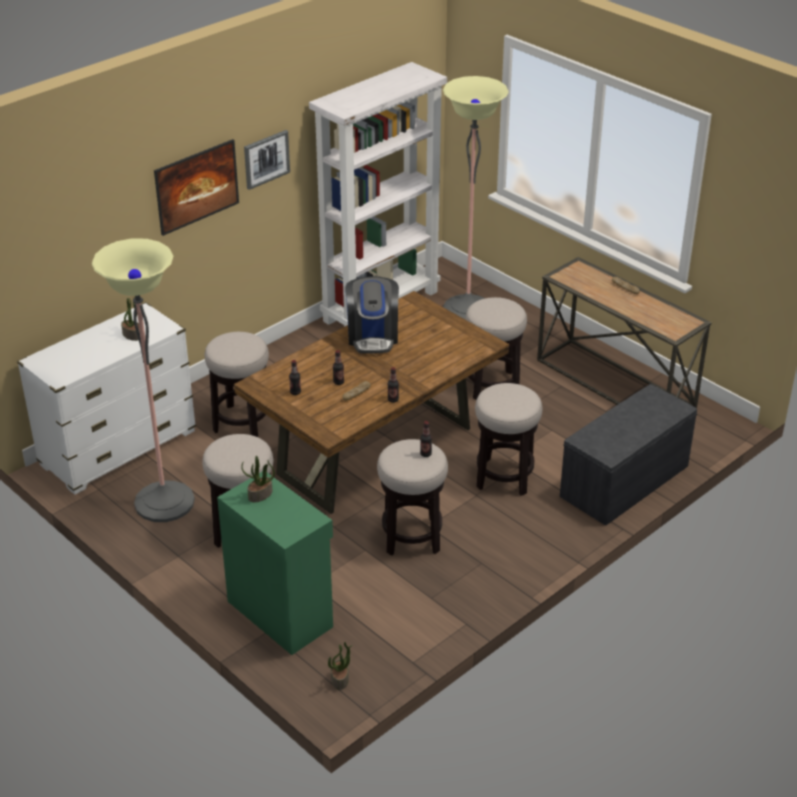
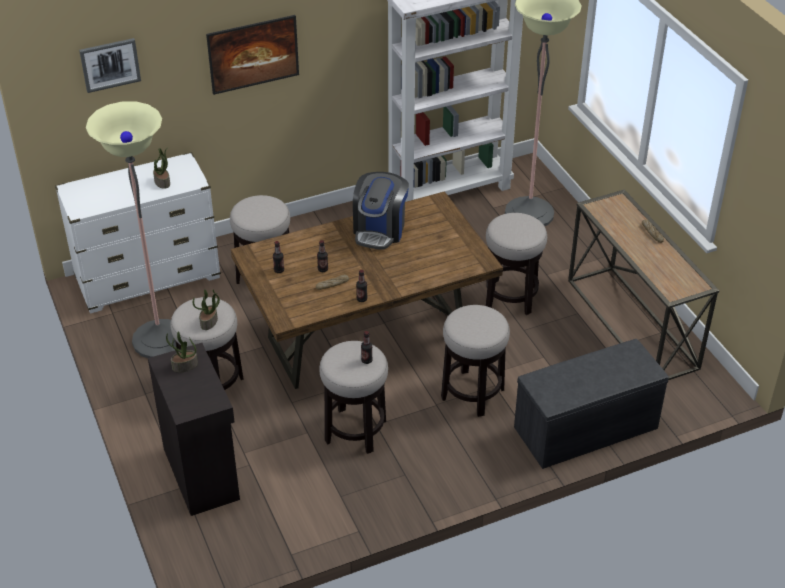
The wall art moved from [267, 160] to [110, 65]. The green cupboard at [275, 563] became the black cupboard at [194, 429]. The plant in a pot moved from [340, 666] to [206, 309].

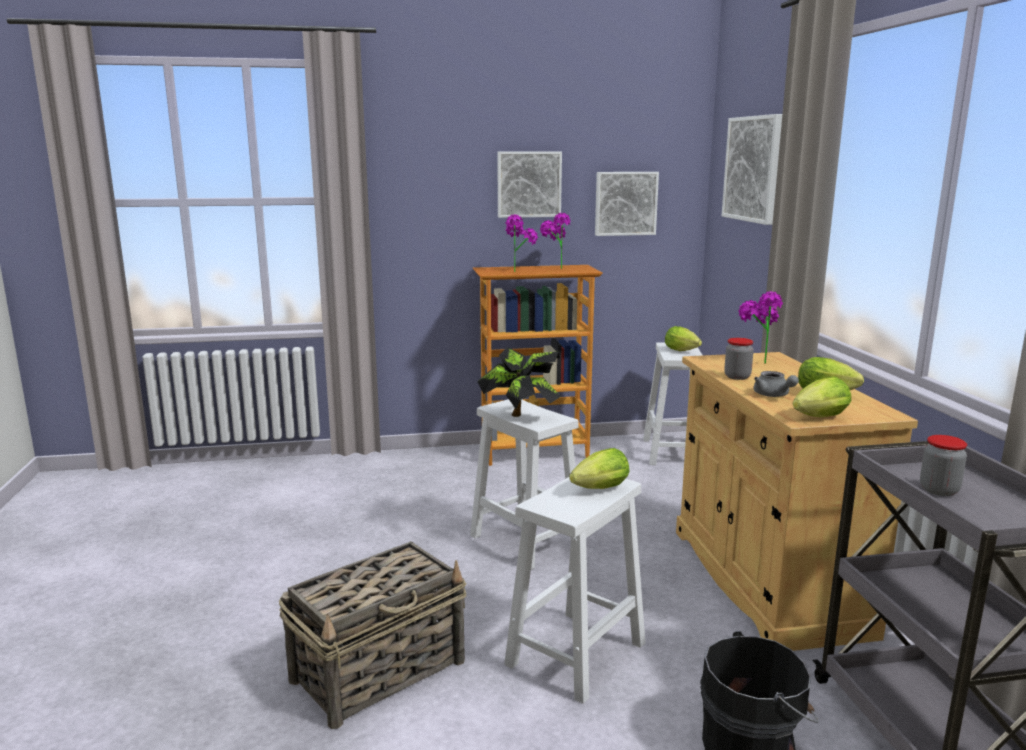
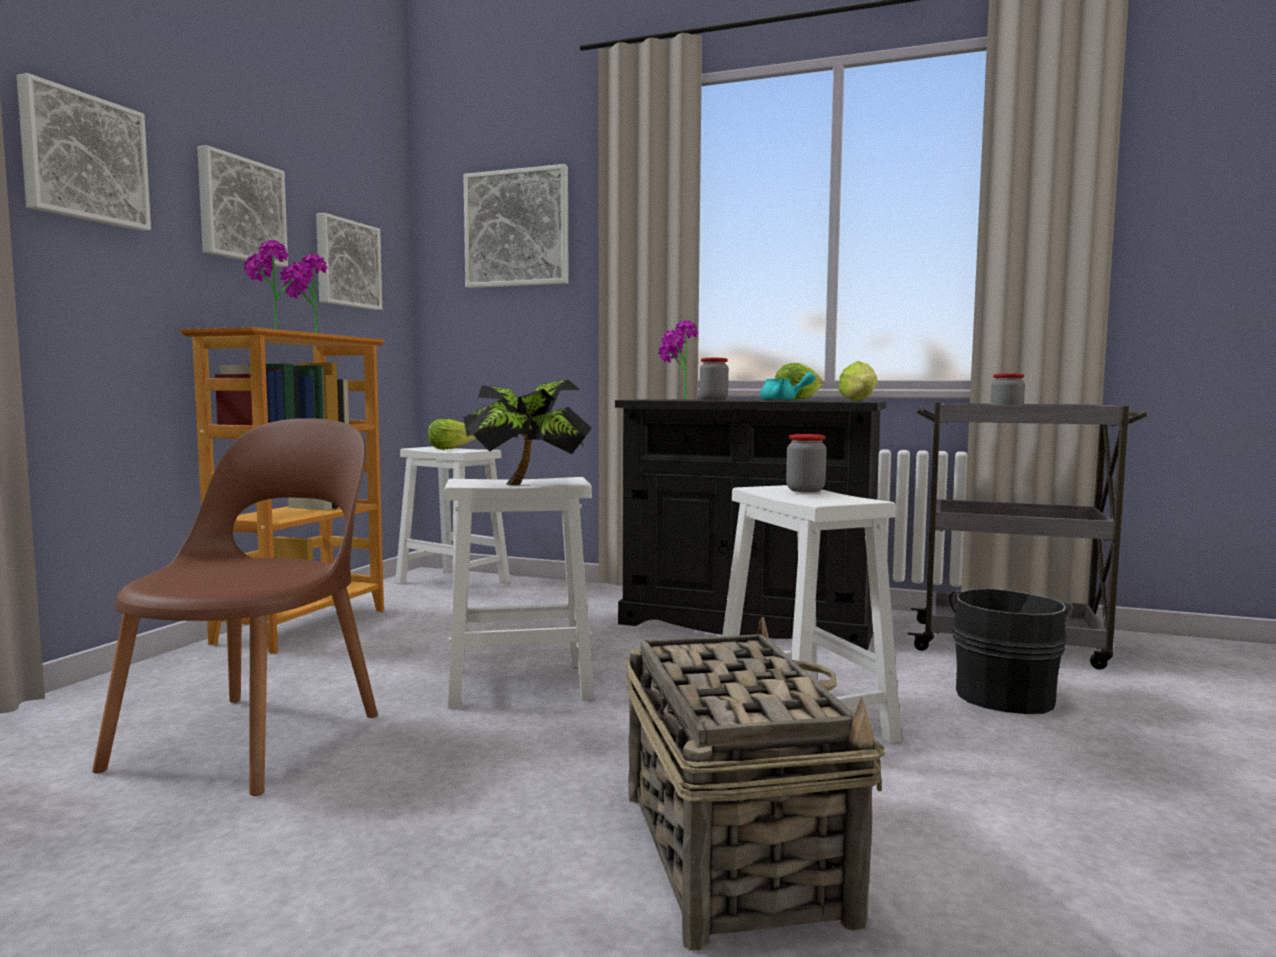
The wall art at [84, 152] appeared. The brownish chair at [235, 607] appeared. The beige cupboard at [797, 501] became the black cupboard at [750, 524]. The grey tea pot at [776, 384] became the blue-green tea pot at [787, 386]. The lettuce at [599, 468] was replaced by the jar at [806, 463].

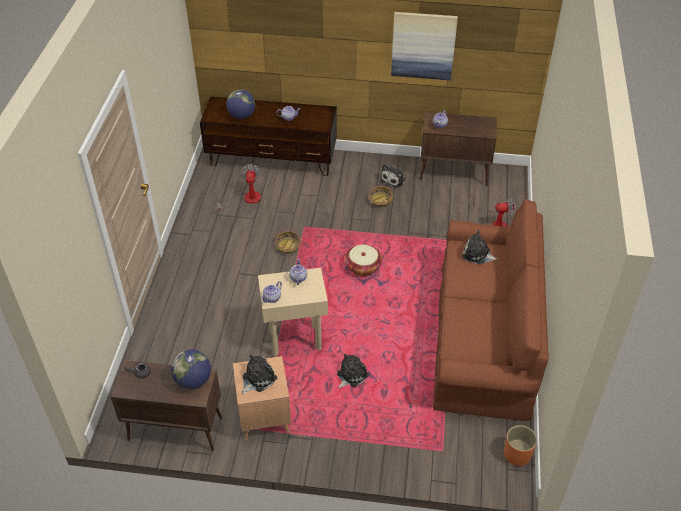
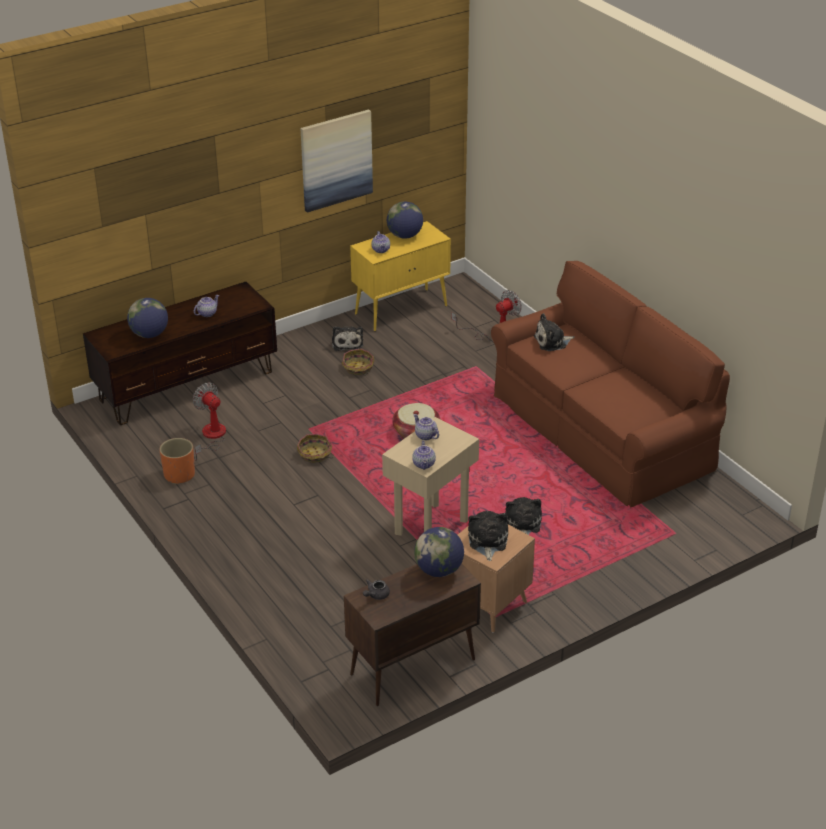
The orangey flower pot moved from [520, 445] to [177, 461]. The brownish cupboard at [458, 149] became the yellow cupboard at [400, 276]. The world globe at [405, 220] appeared.

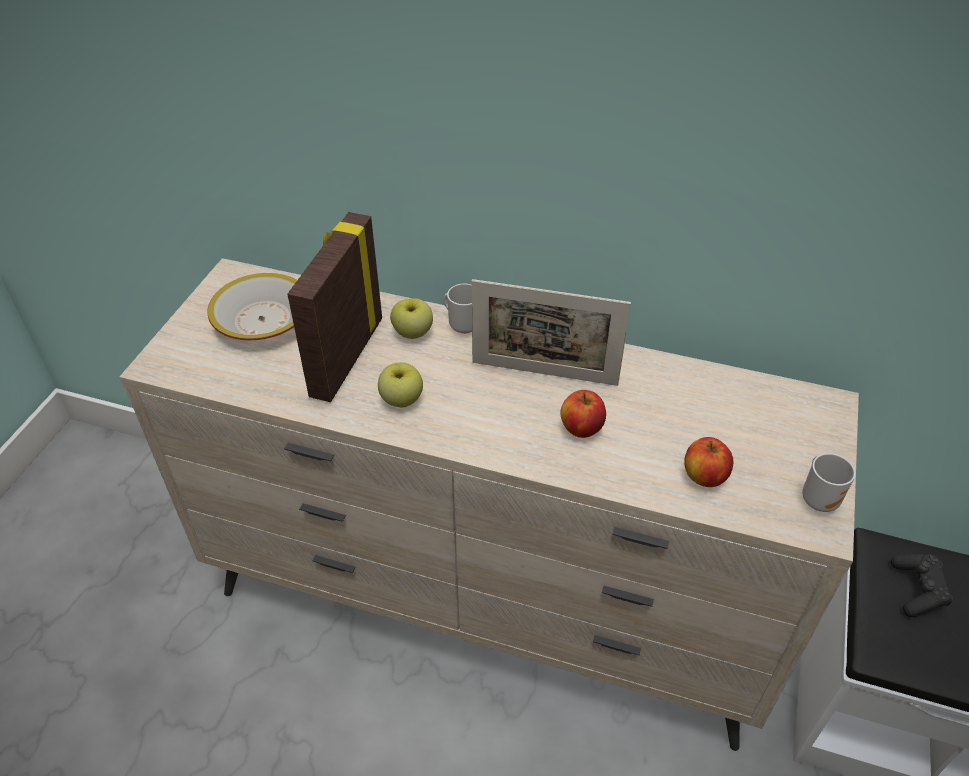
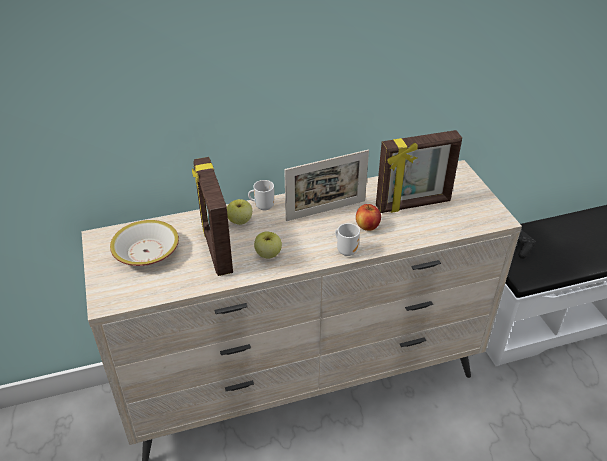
The coffee mug moved from [828, 482] to [347, 239]. The picture frame at [419, 171] appeared. The whole apple at [708, 462] disappeared.

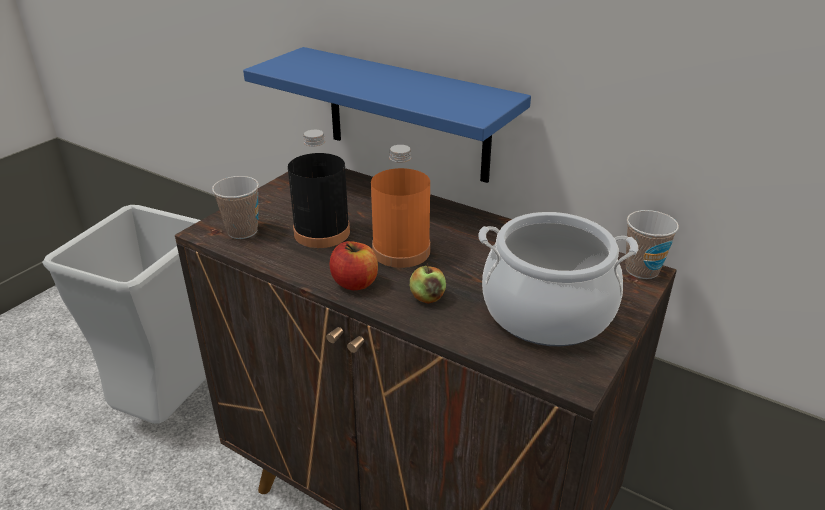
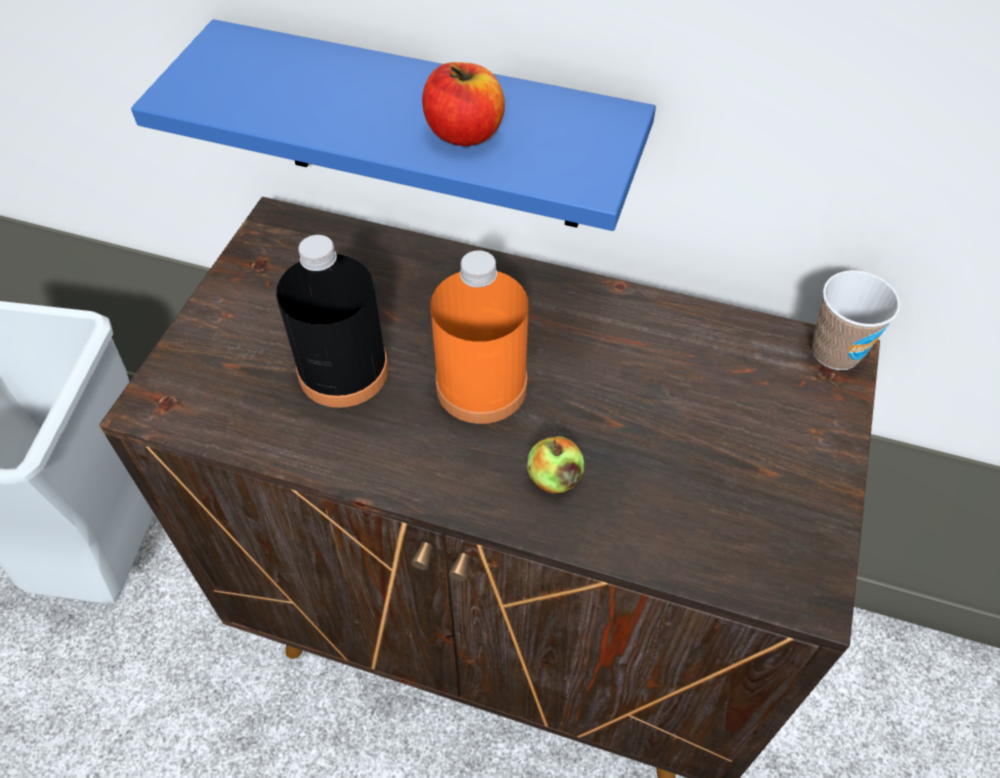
The whole apple moved from [354, 265] to [463, 104]. The drinking cup at [235, 207] disappeared. The stockpot at [558, 279] disappeared.

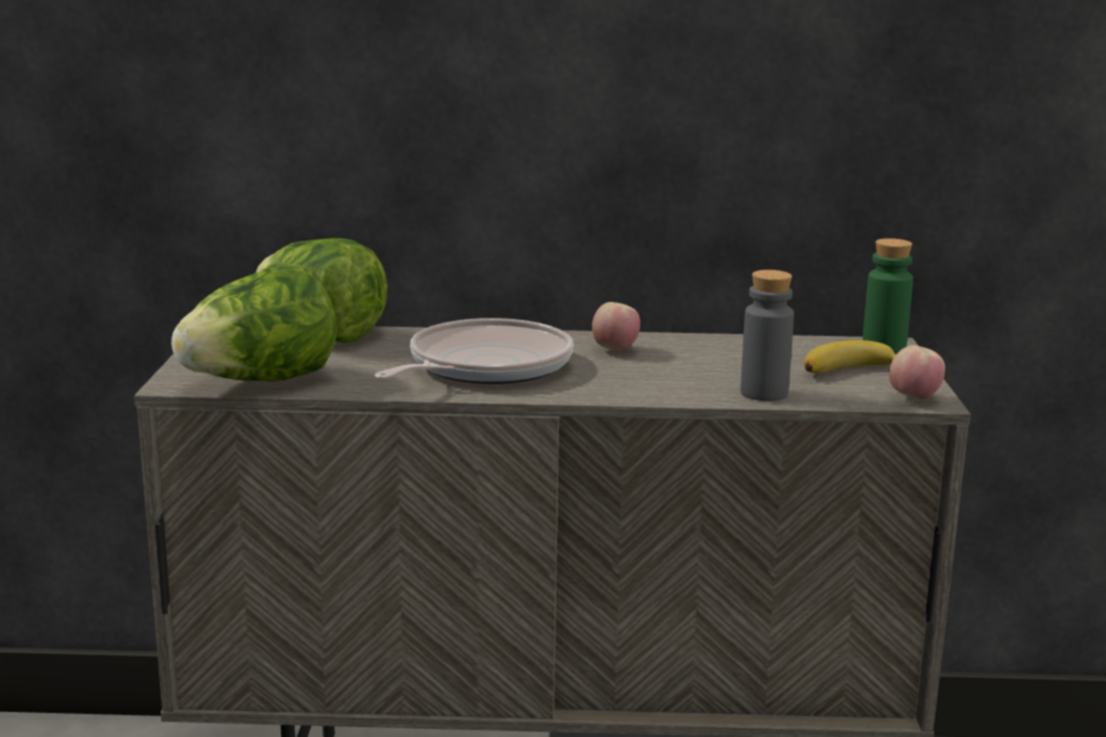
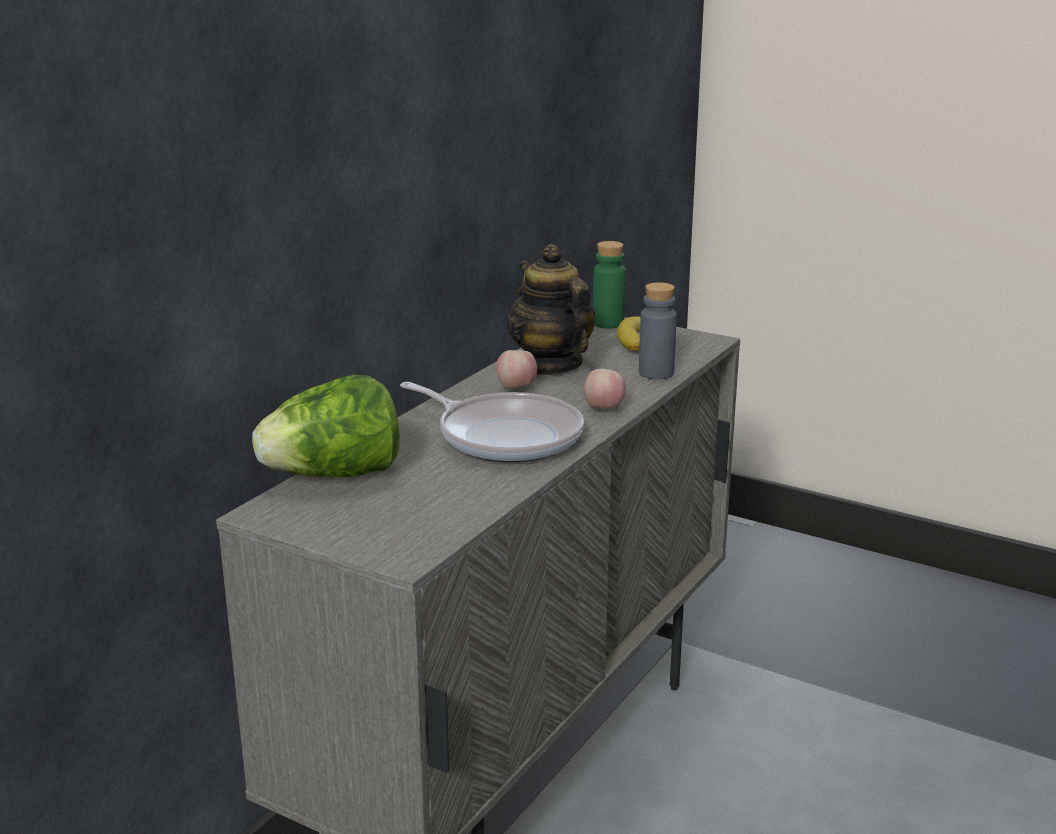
The skillet at [474, 351] turned 150 degrees clockwise. The tea pot at [551, 309] appeared. The whole apple moved from [917, 372] to [605, 389]. The lettuce at [254, 324] disappeared.

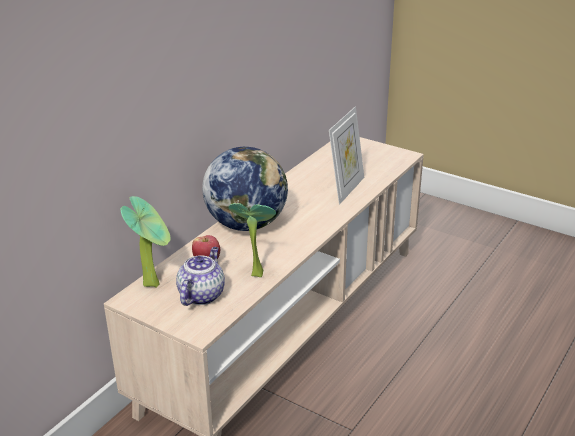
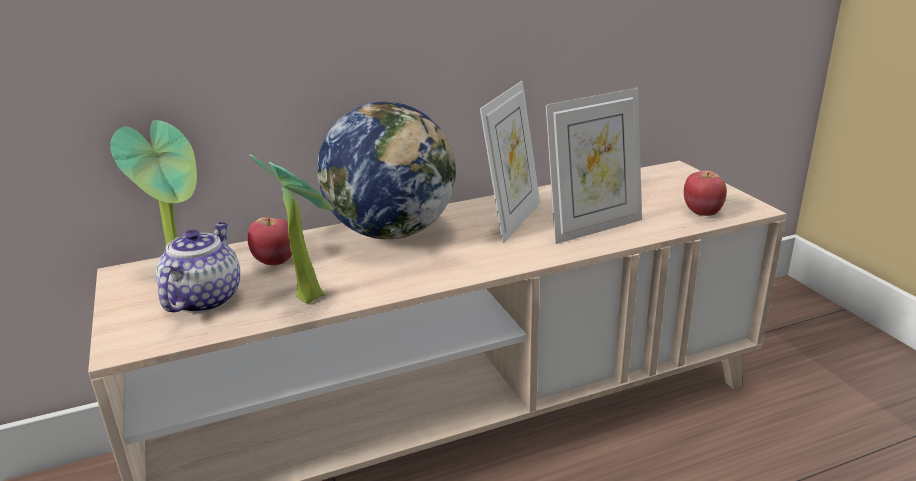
The tea pot at [200, 276] turned 45 degrees counterclockwise. The picture frame at [510, 162] appeared. The whole apple at [705, 193] appeared.

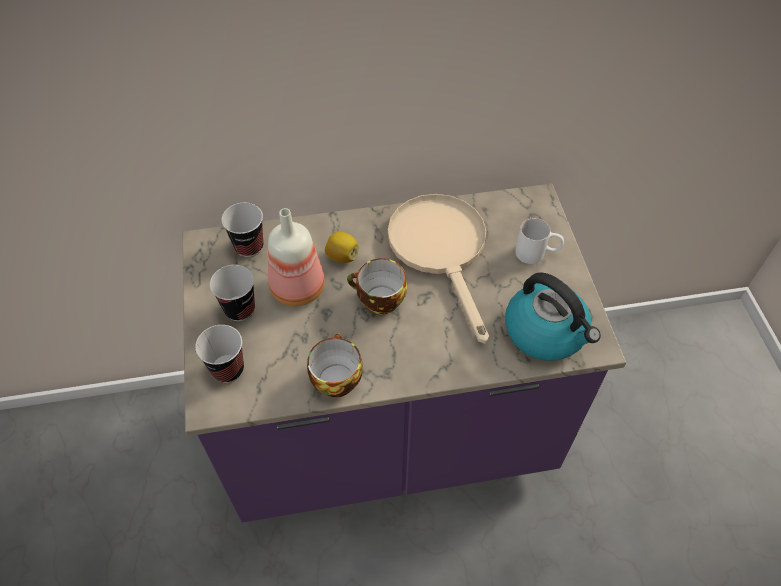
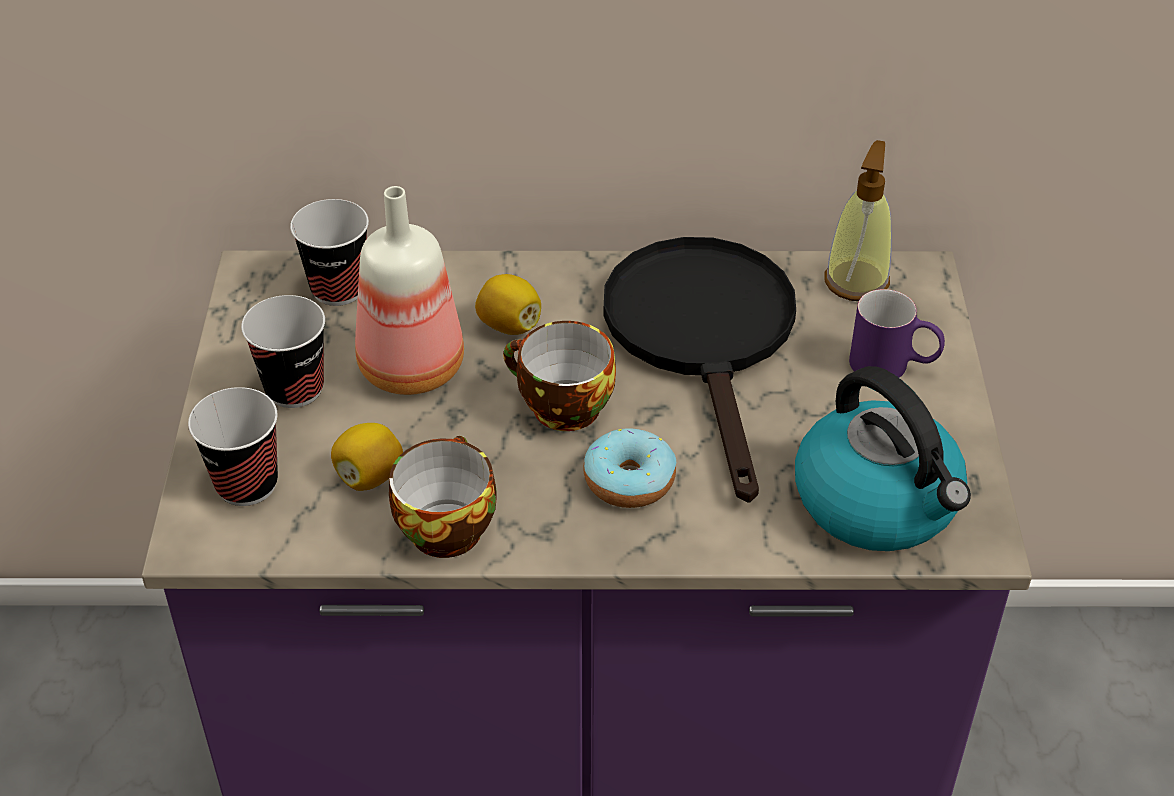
The lemon at [367, 457] appeared. The donut at [629, 468] appeared. The beige skillet at [438, 269] became the black skillet at [700, 370]. The liquid soap bottle at [858, 220] appeared. The white coffee mug at [539, 241] became the purple-coloured coffee mug at [897, 333].

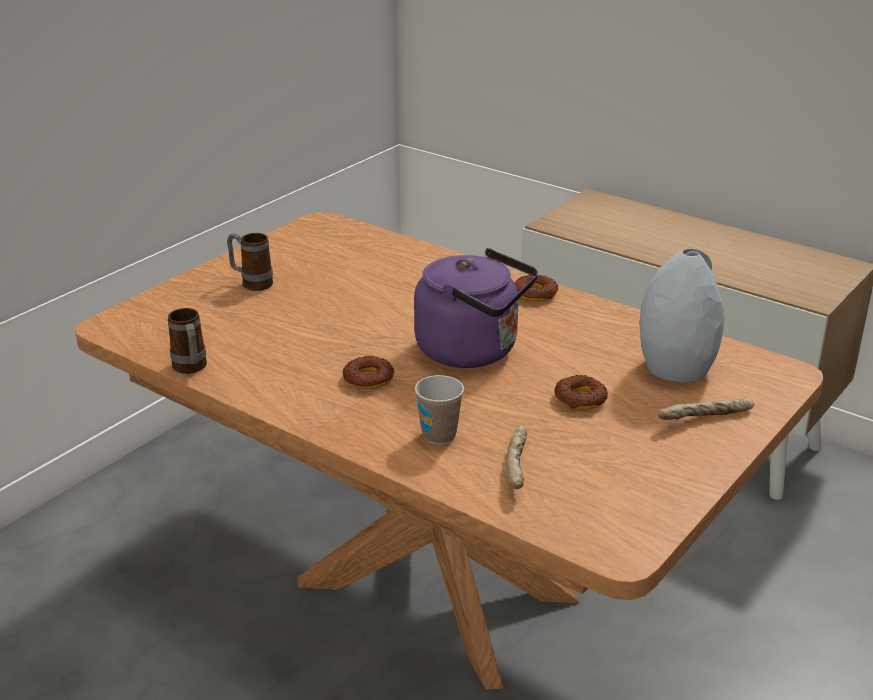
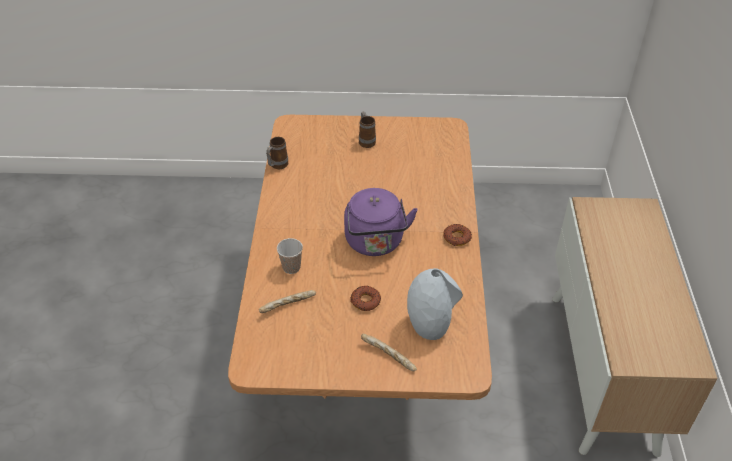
The donut at [368, 372] disappeared.

